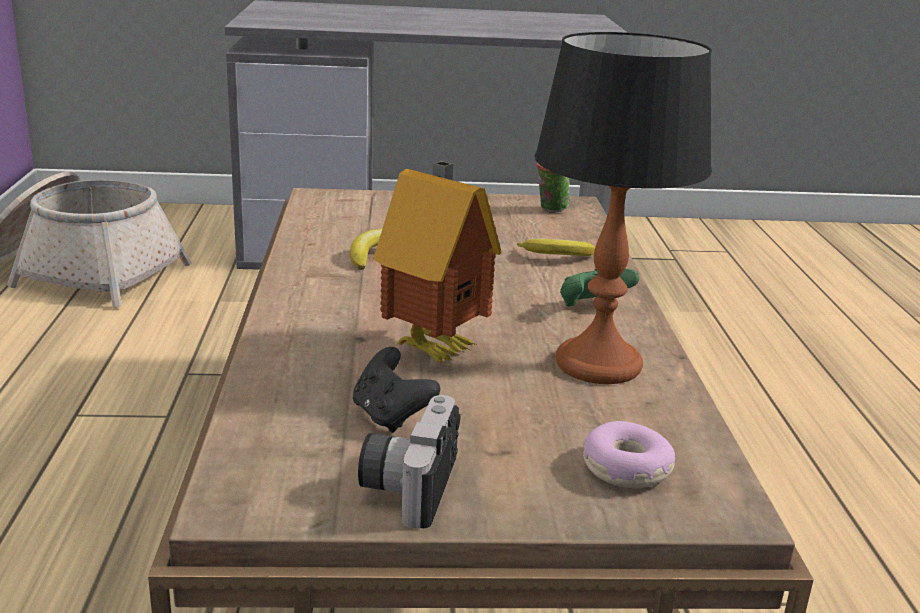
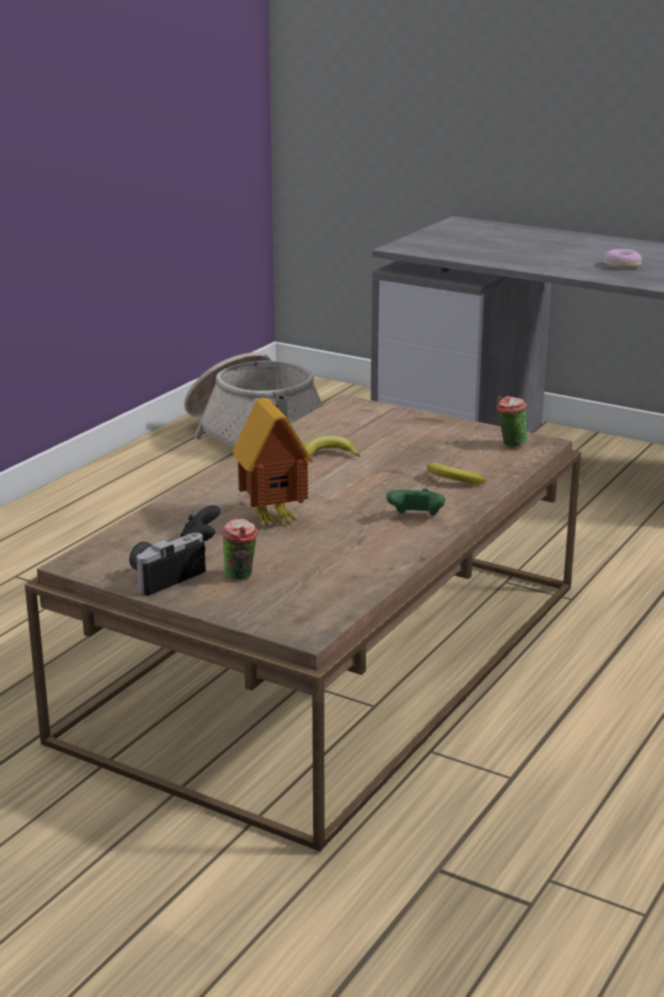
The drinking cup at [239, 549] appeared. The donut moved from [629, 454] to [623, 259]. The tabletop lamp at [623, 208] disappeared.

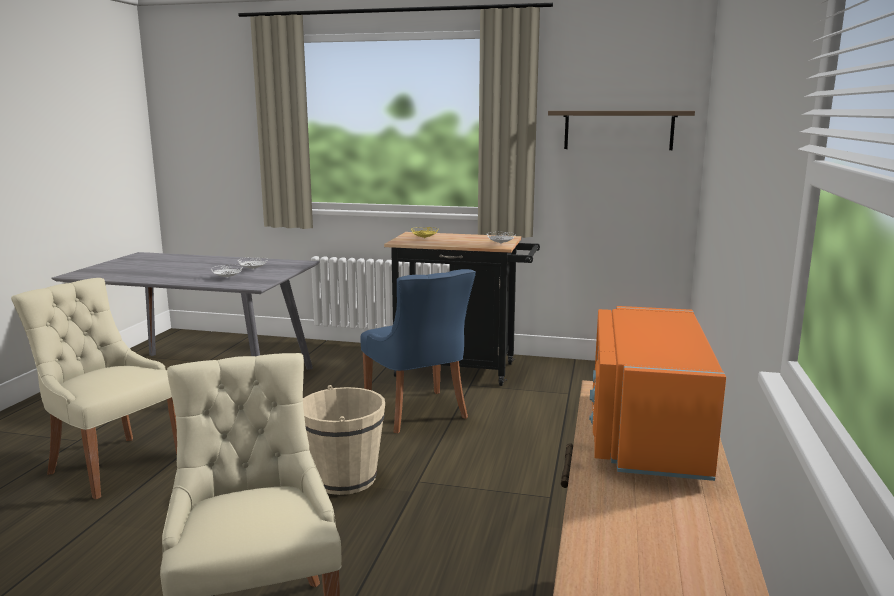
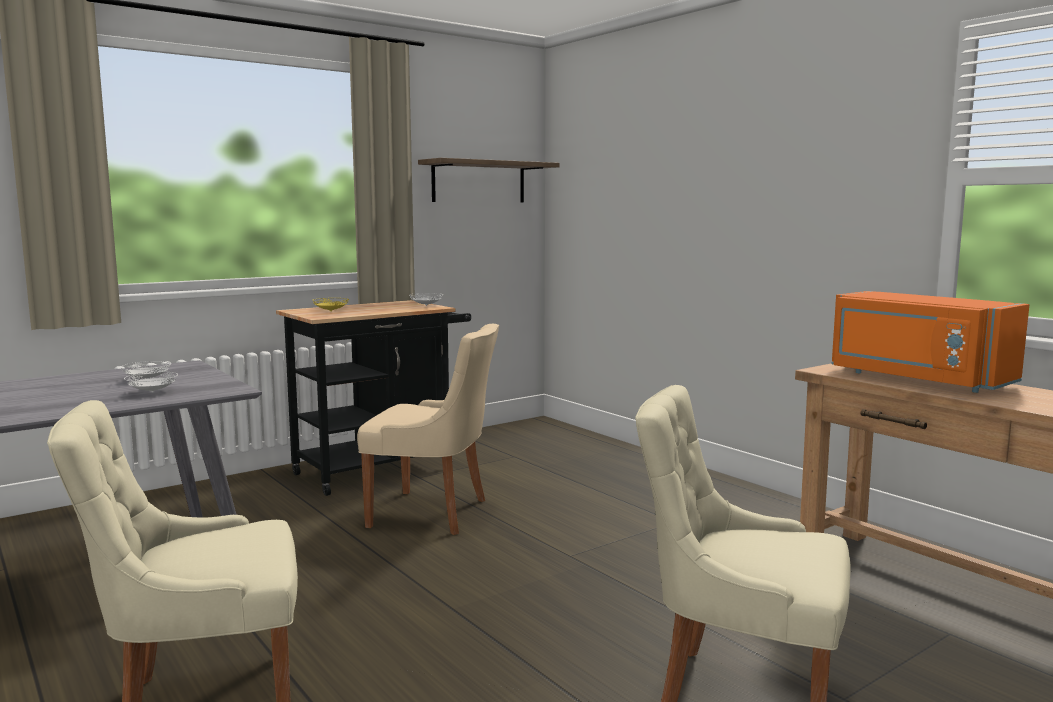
The blue-coloured chair at [418, 351] became the beige chair at [428, 429]. The beige pail at [344, 440] disappeared.

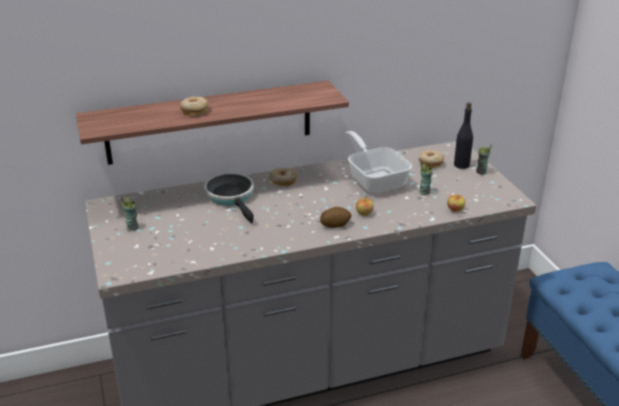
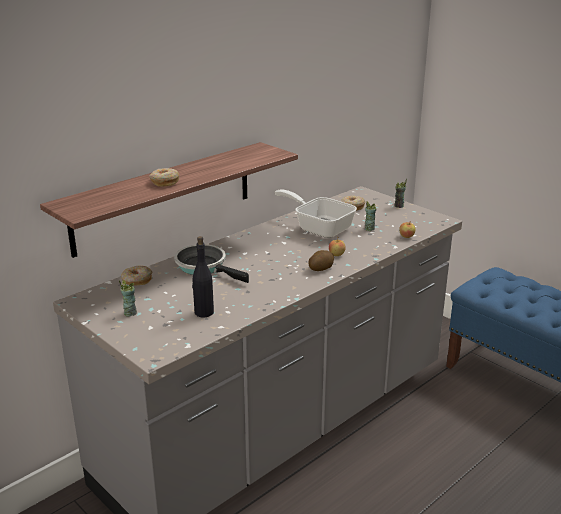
The donut moved from [283, 177] to [136, 276]. The black beverage bottle moved from [463, 135] to [203, 276].

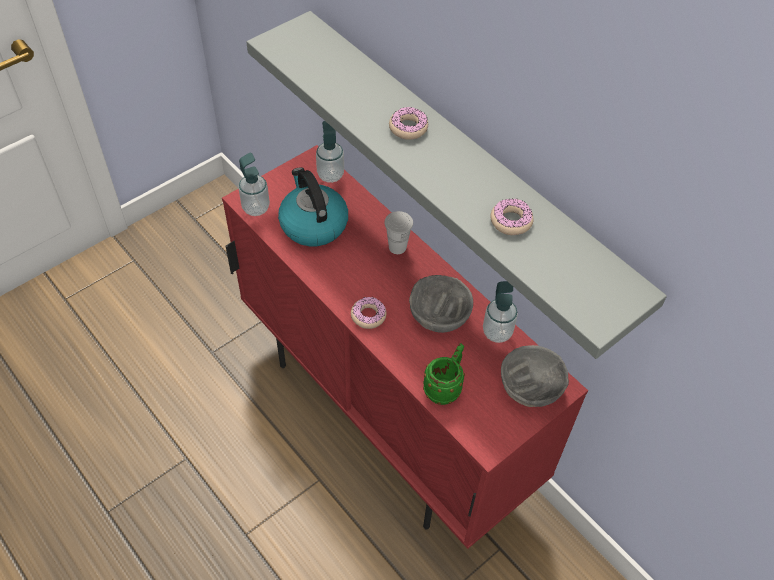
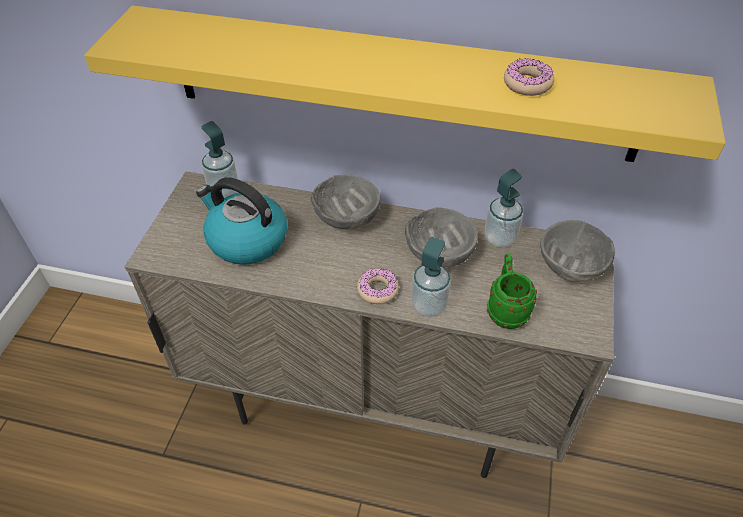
The grey shelf at [456, 185] became the yellow shelf at [405, 83]. The reddish cupboard at [405, 347] became the beige cupboard at [369, 324]. The white drinking cup at [398, 232] was replaced by the grey serving bowl at [345, 201]. The liquid soap bottle moved from [254, 184] to [431, 277]. The donut at [408, 123] disappeared.

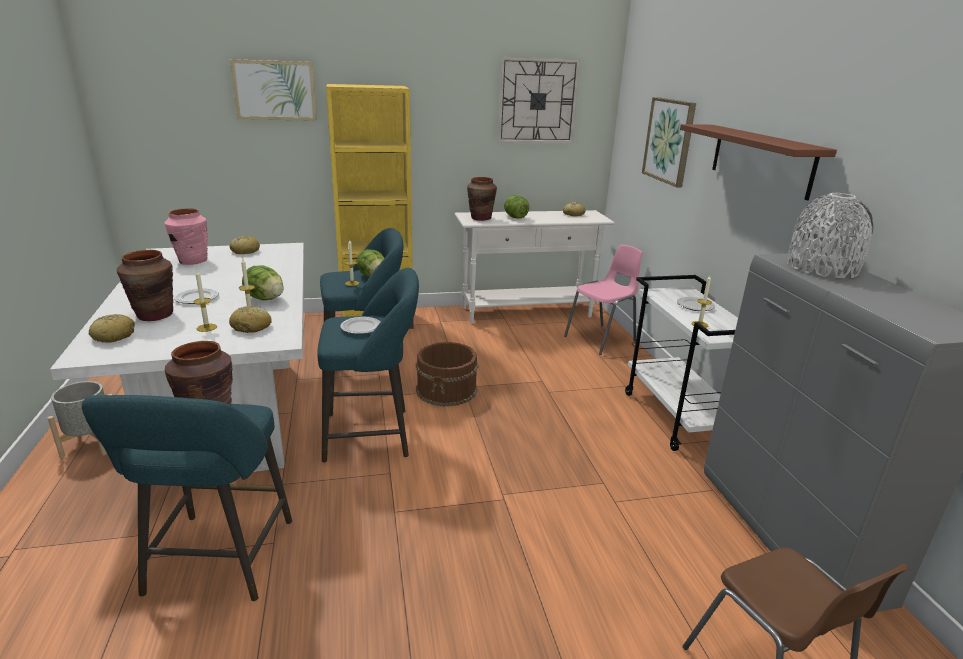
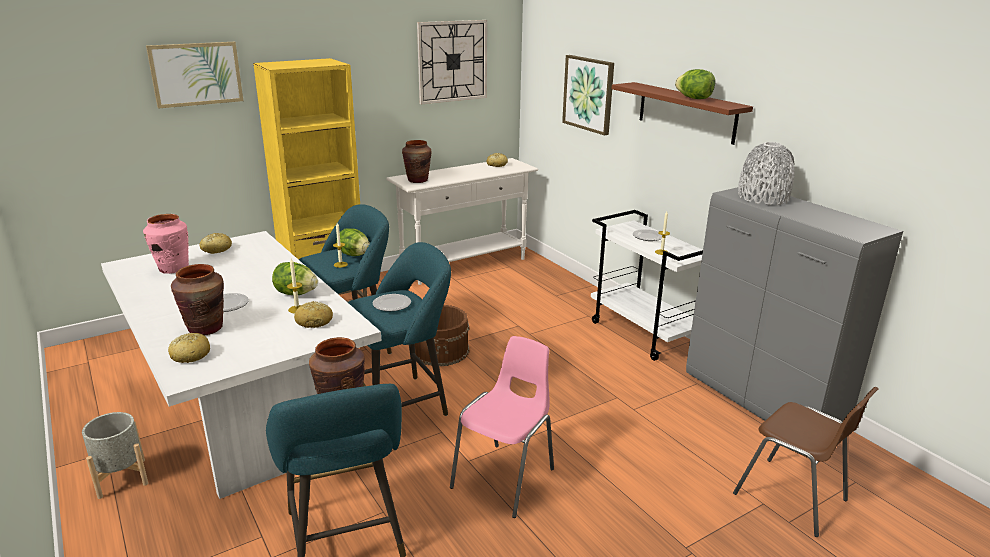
The pinkish chair moved from [603, 300] to [502, 427]. The lettuce moved from [516, 207] to [695, 84]. The candle at [205, 301] disappeared.

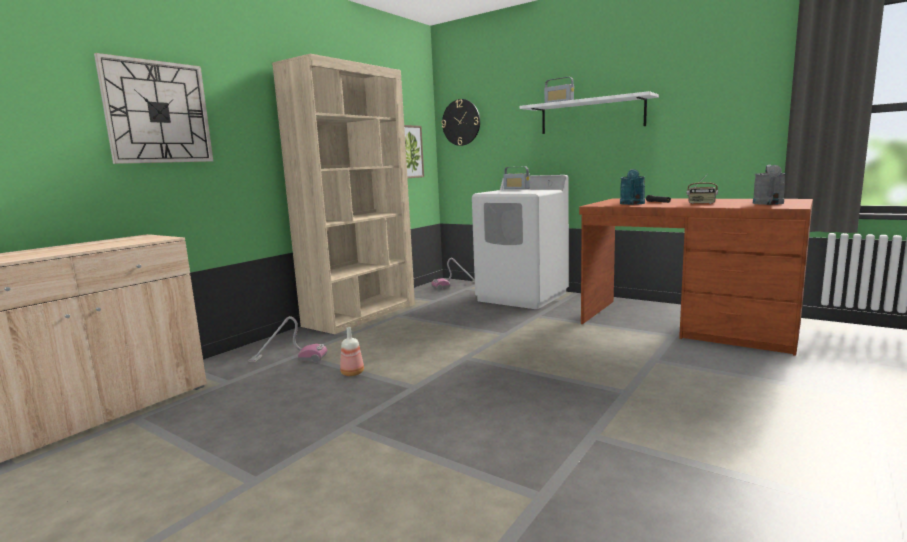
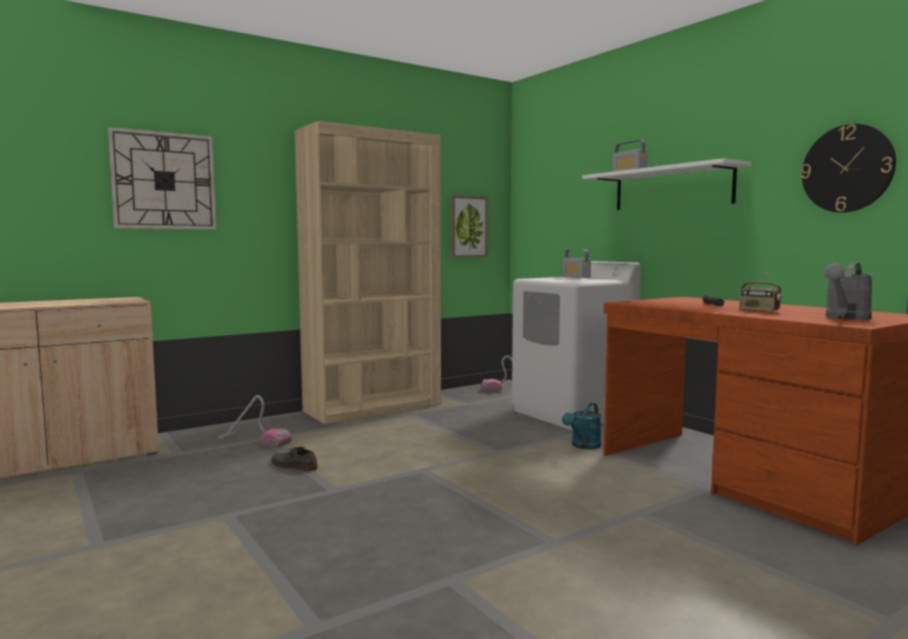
The beverage bottle at [352, 351] was replaced by the grey shoe at [294, 459]. The blue-green watering can moved from [632, 187] to [581, 426]. The wall clock moved from [460, 122] to [848, 168].

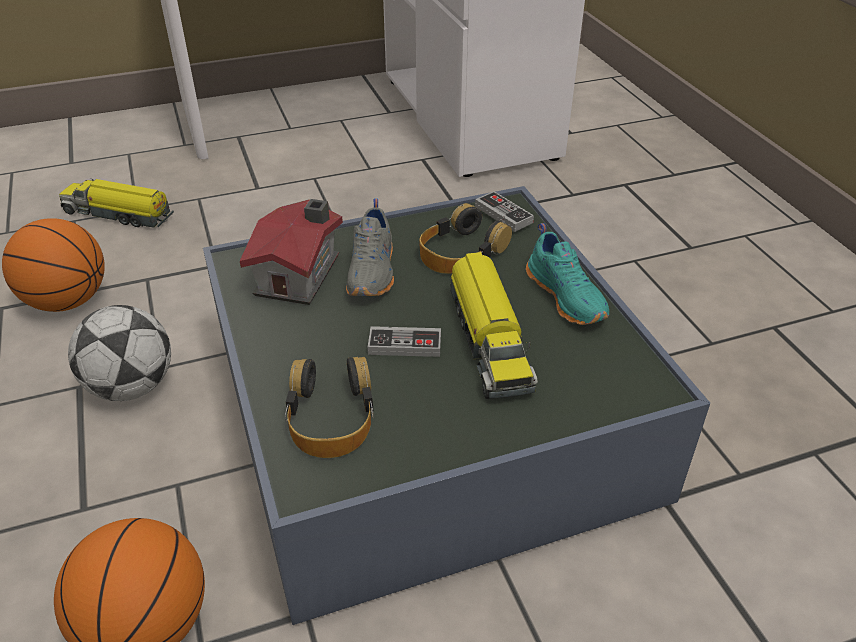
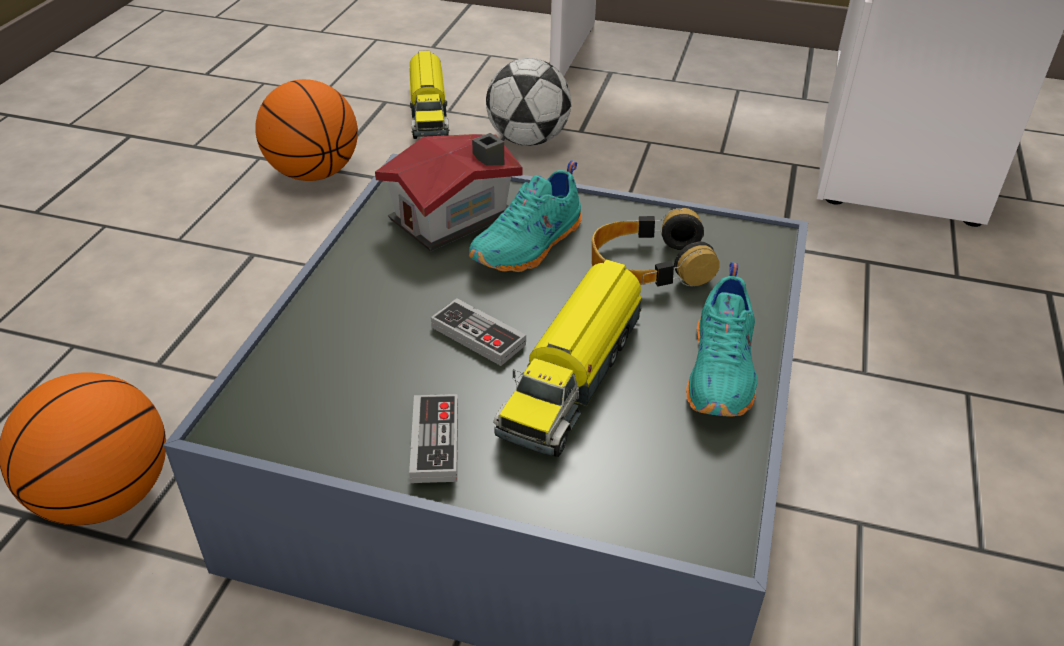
The toy lorry at [116, 203] turned 150 degrees counterclockwise. The gamepad moved from [504, 211] to [433, 438]. The grey shoe at [370, 247] became the blue-green shoe at [525, 216]. The ball for football moved from [119, 353] to [528, 102]. The headphones at [329, 407] disappeared.

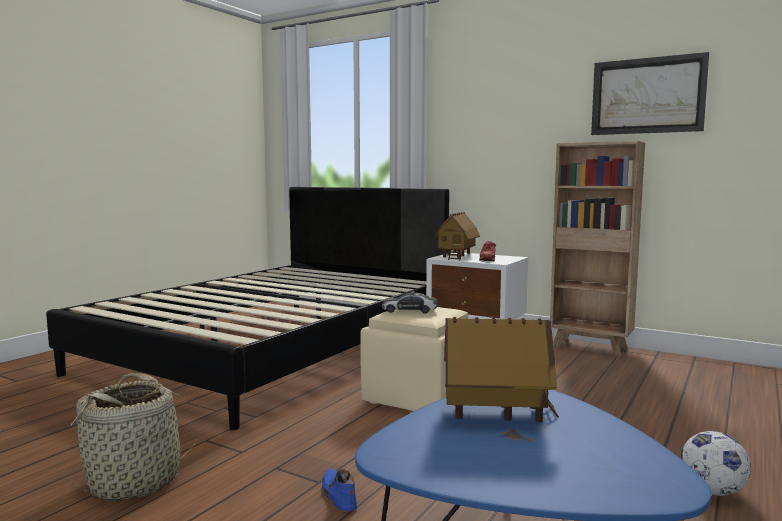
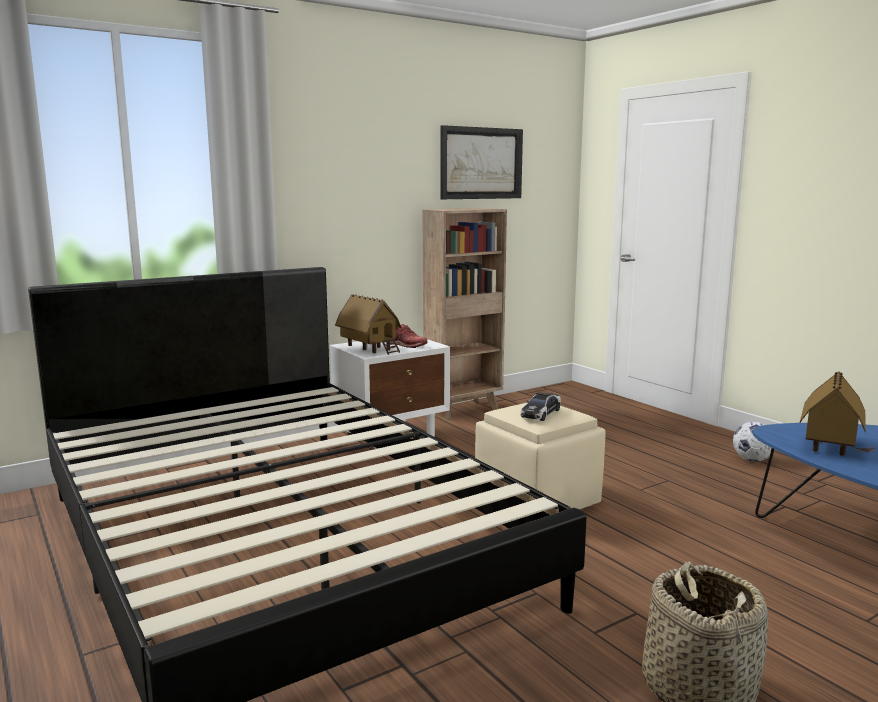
The blue-coloured shoe at [339, 490] disappeared.

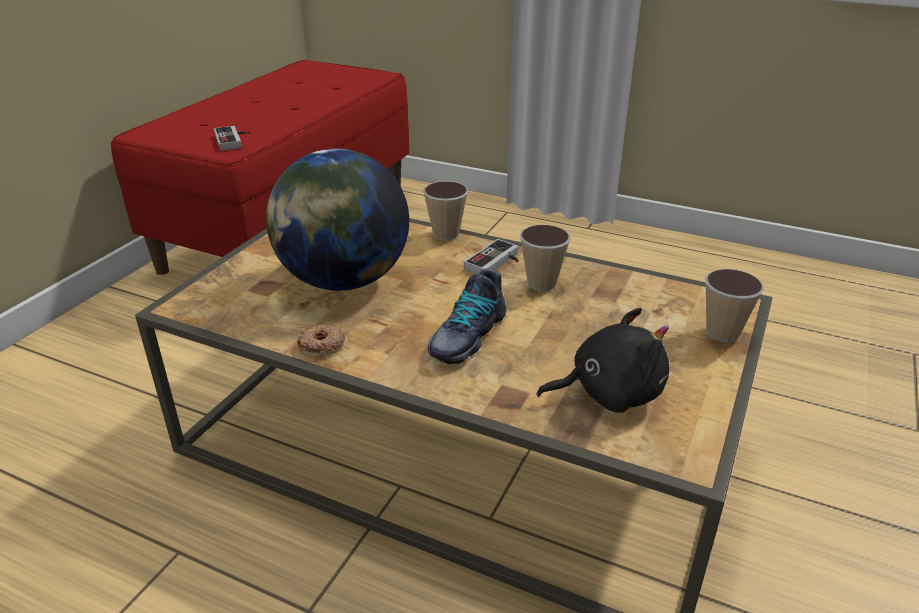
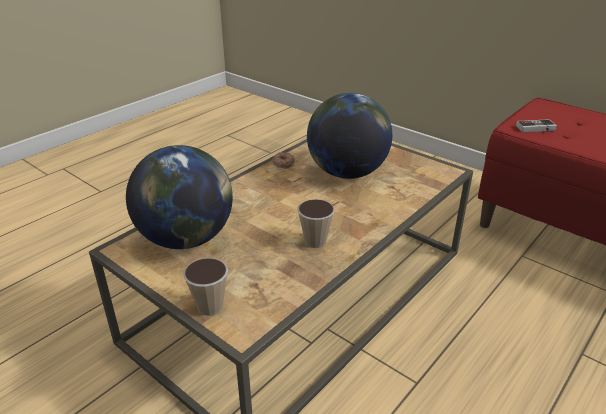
The black cuddly toy at [603, 360] was replaced by the world globe at [179, 197]. The drinking cup at [445, 210] disappeared. The shoe at [467, 316] disappeared. The gamepad at [491, 256] disappeared.

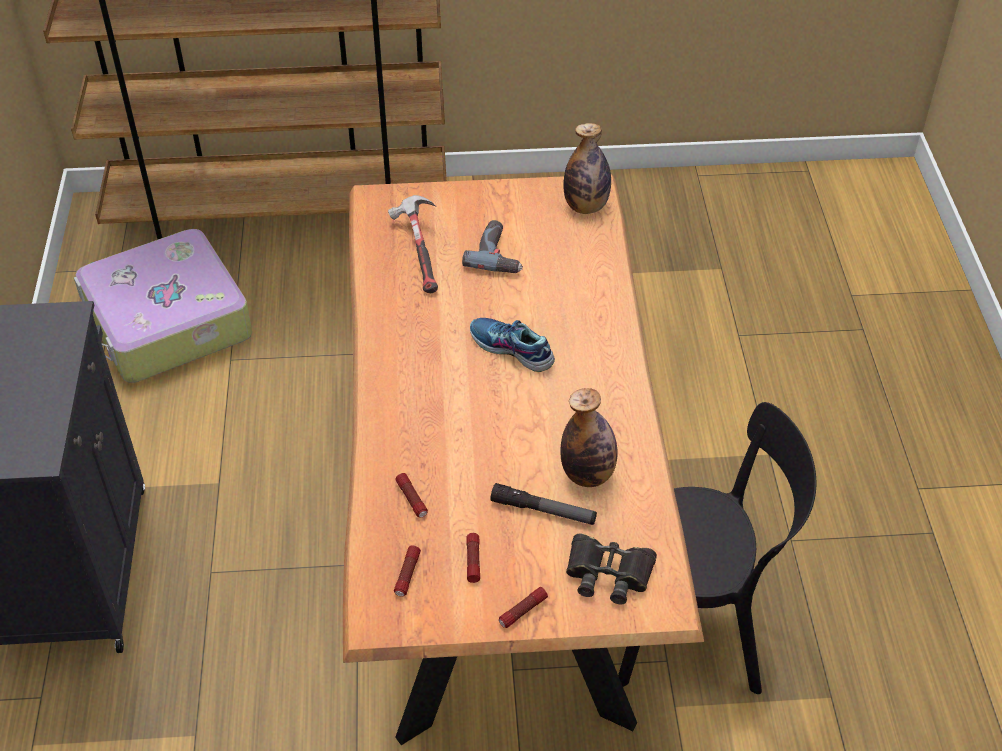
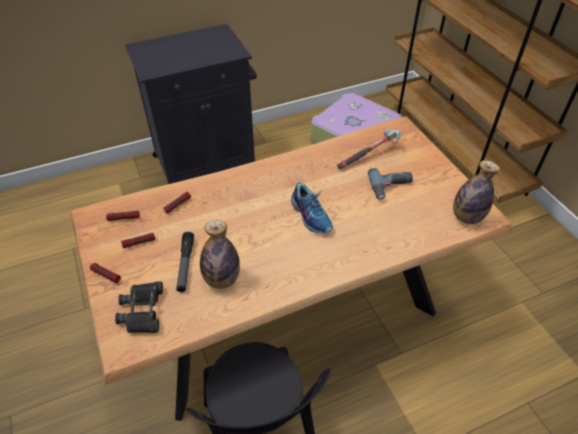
The shoe at [512, 345] turned 135 degrees clockwise.

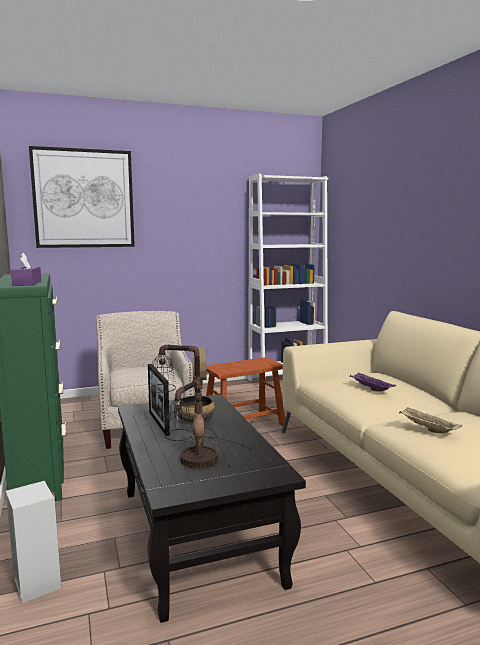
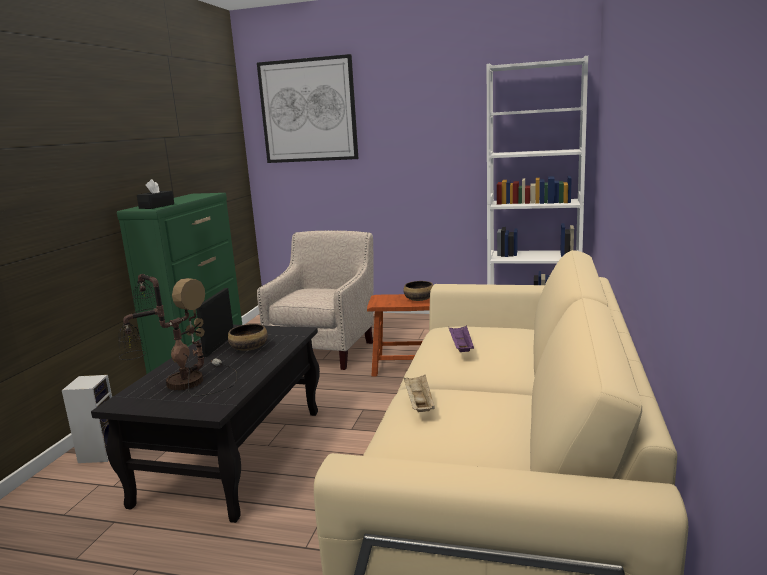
The purple-coloured tissue holder at [26, 269] became the black tissue holder at [155, 194]. The serving bowl at [418, 291] appeared.

